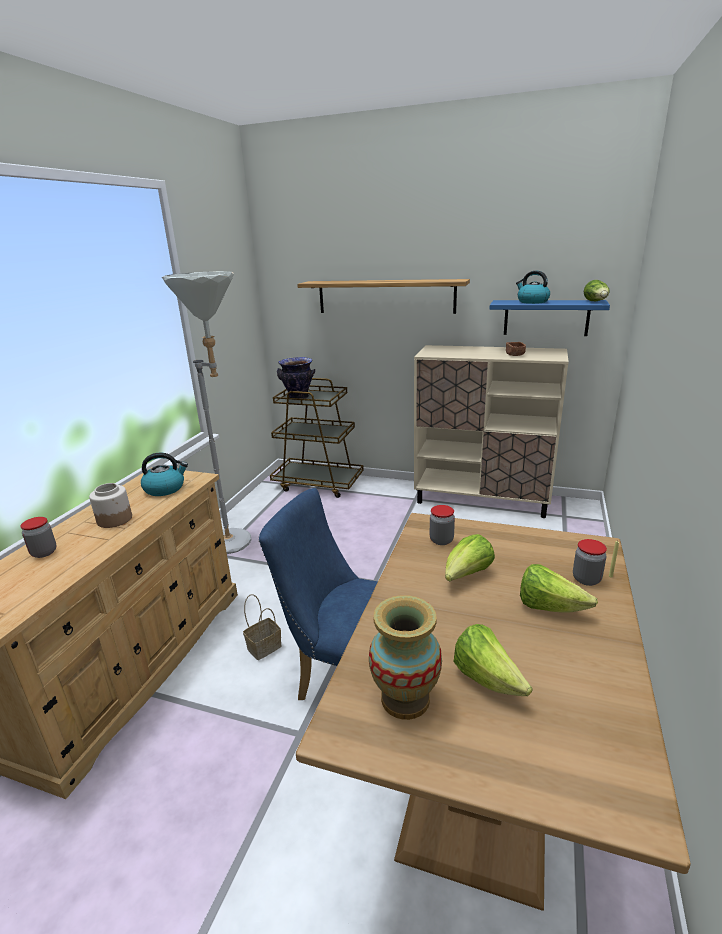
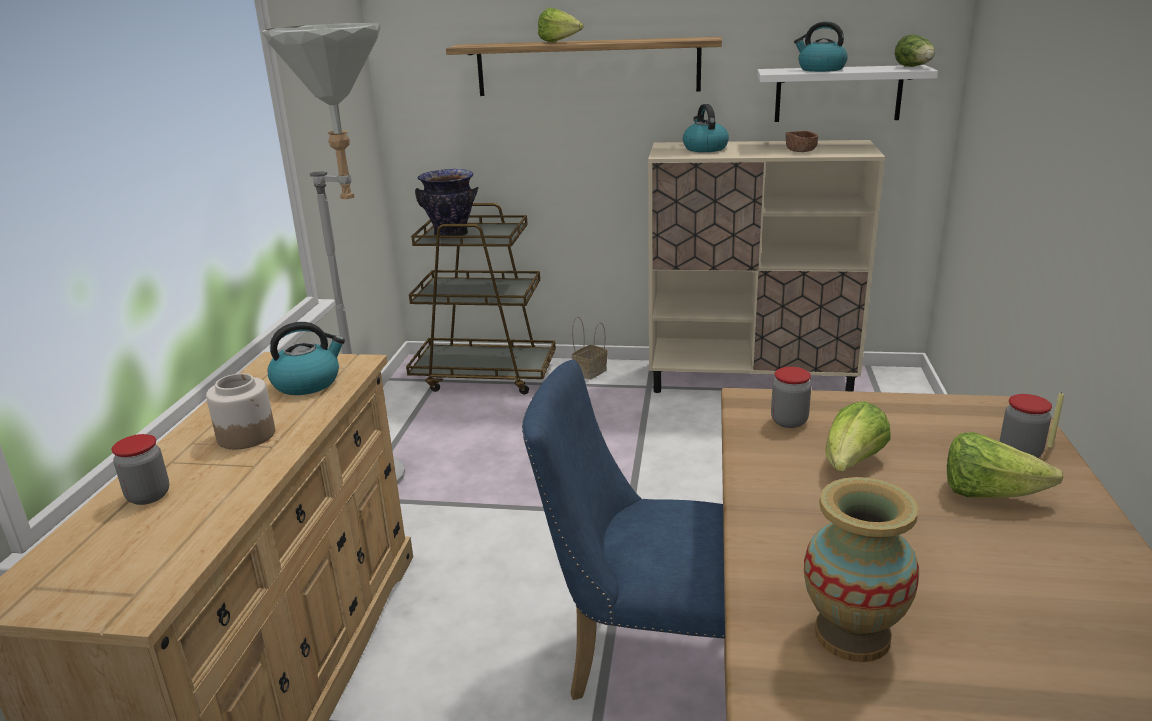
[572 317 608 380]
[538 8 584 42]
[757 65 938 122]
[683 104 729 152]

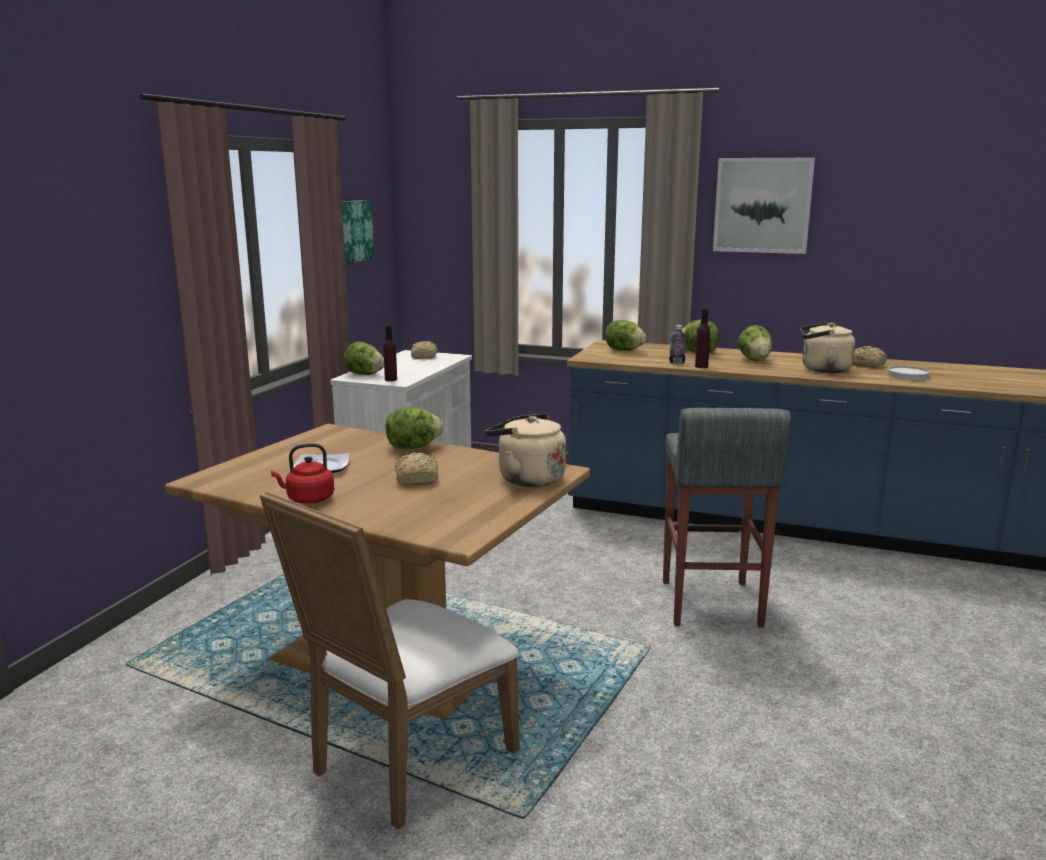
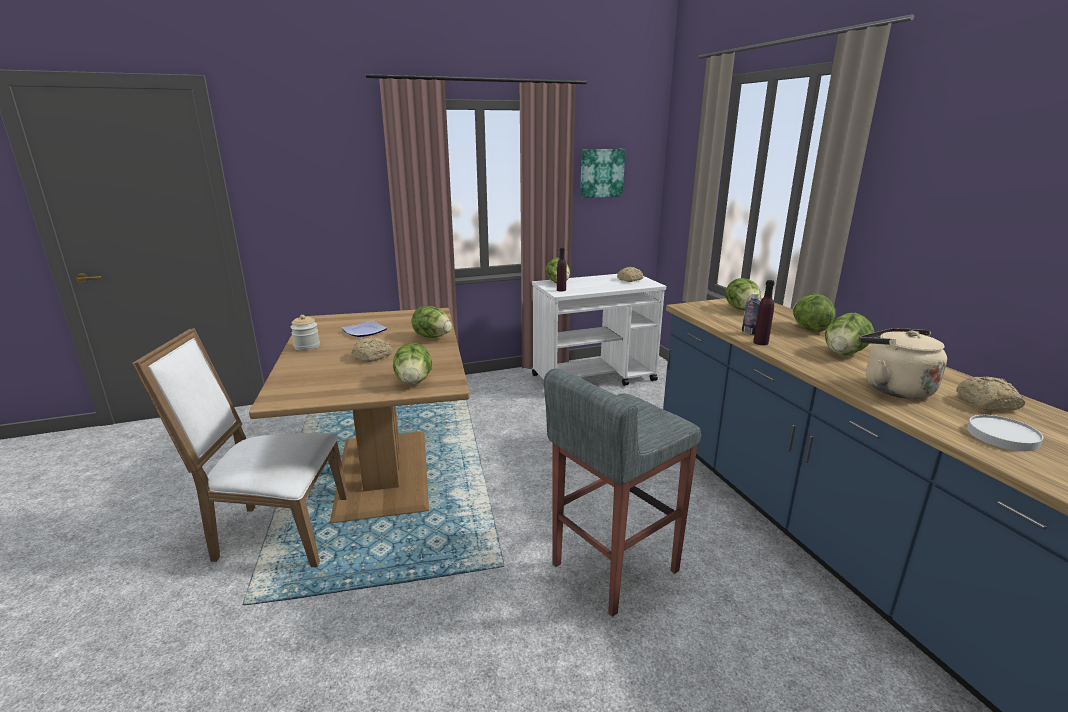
[291 315 320 351]
[393 343 432 384]
[713 158 815 254] (first image)

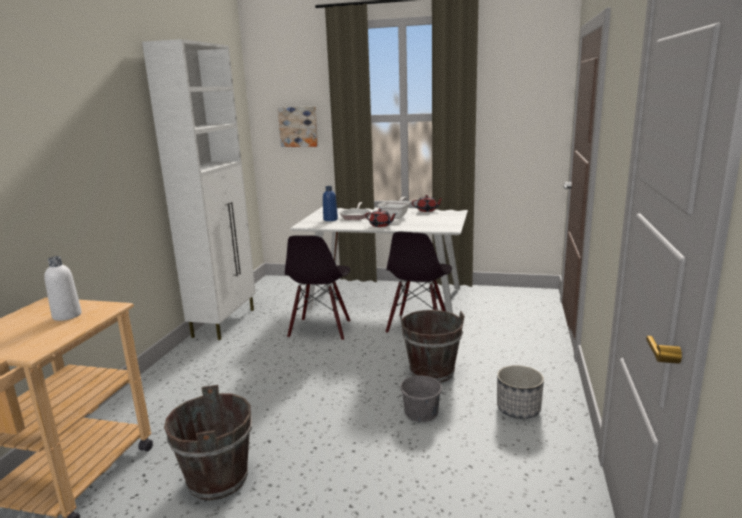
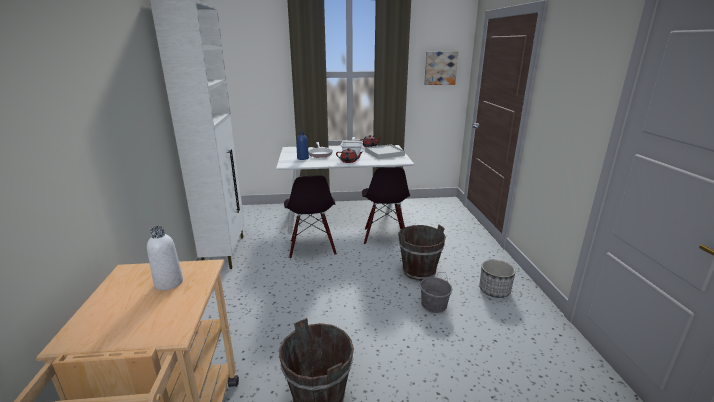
[424 52 458 85]
[365 144 405 159]

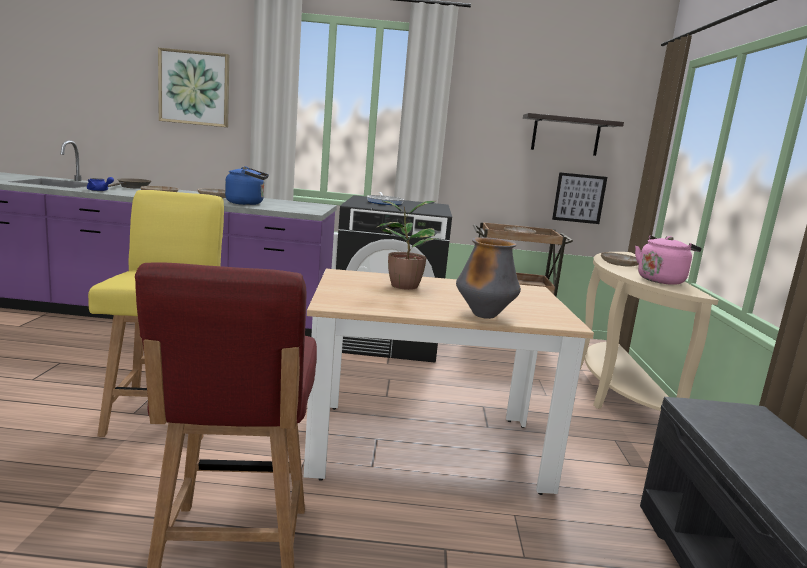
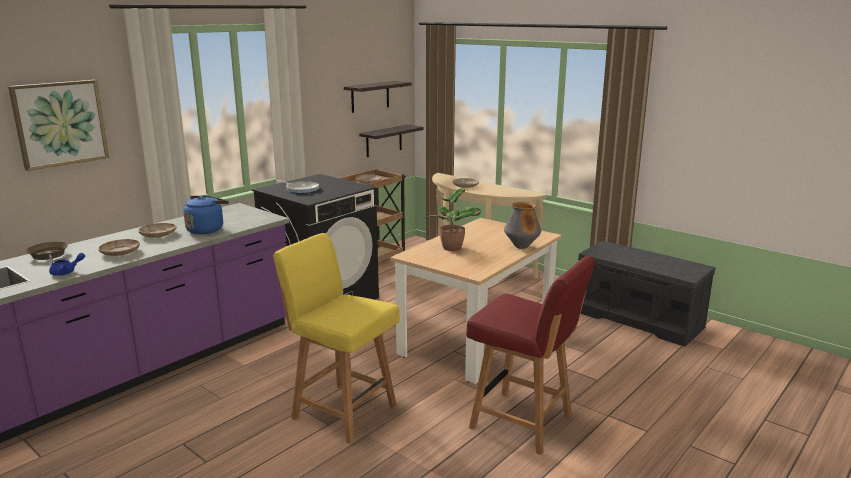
[359 125 424 157]
[635 235 702 285] (first image)

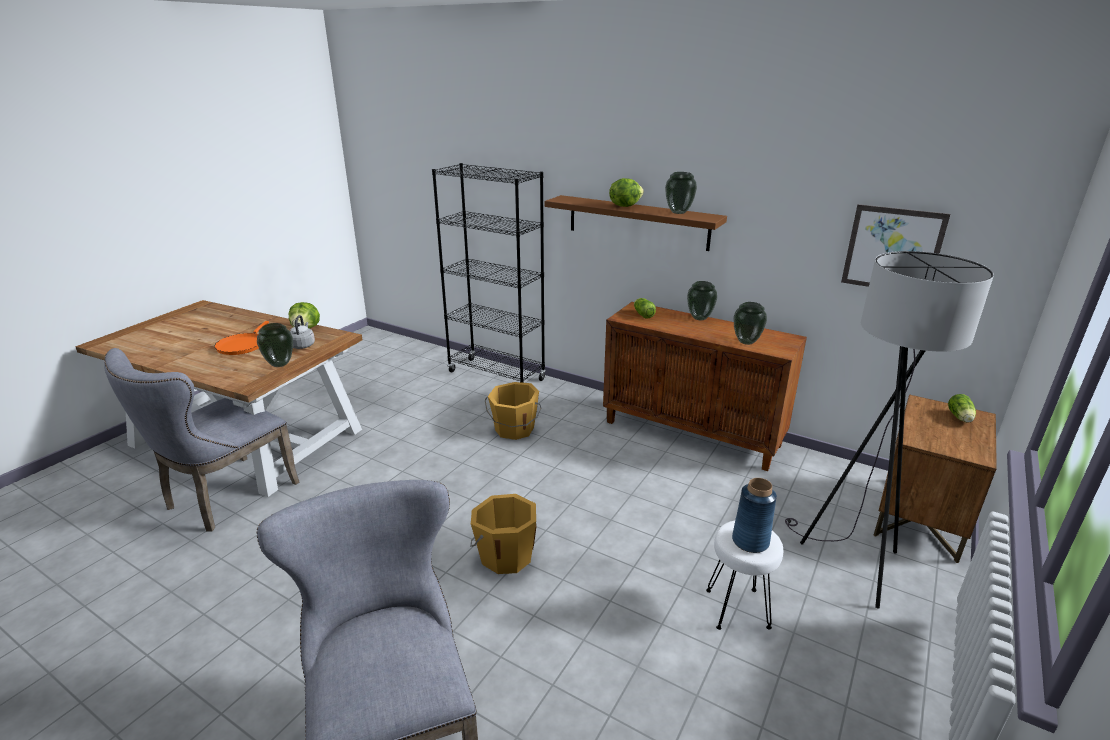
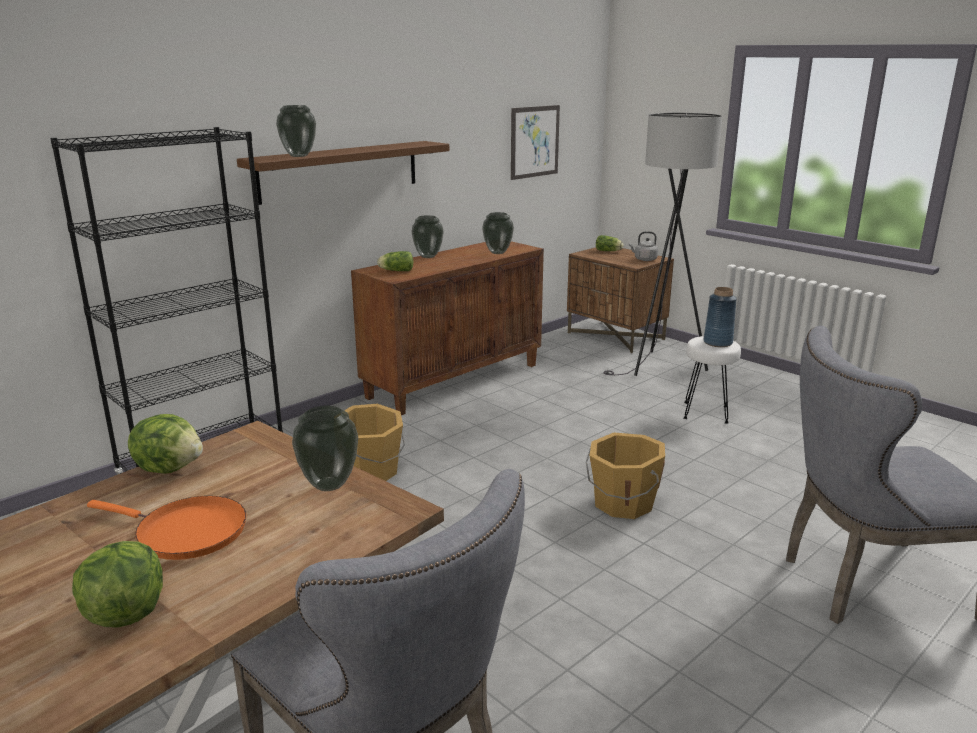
[629 232 658 261]
[72 541 163 628]
[276 105 316 157]

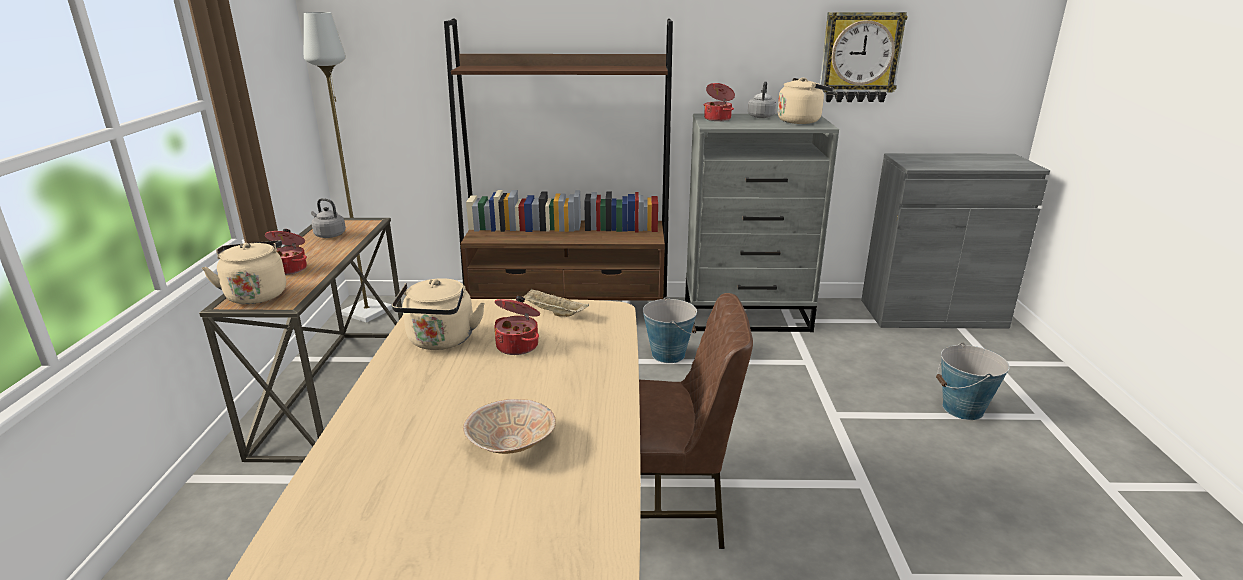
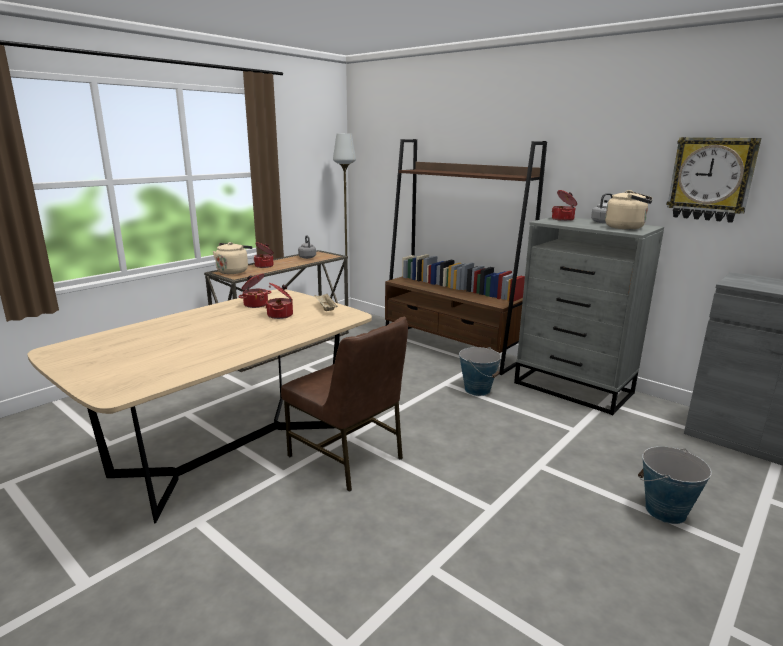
[238 274 271 308]
[463 399 556 454] (first image)

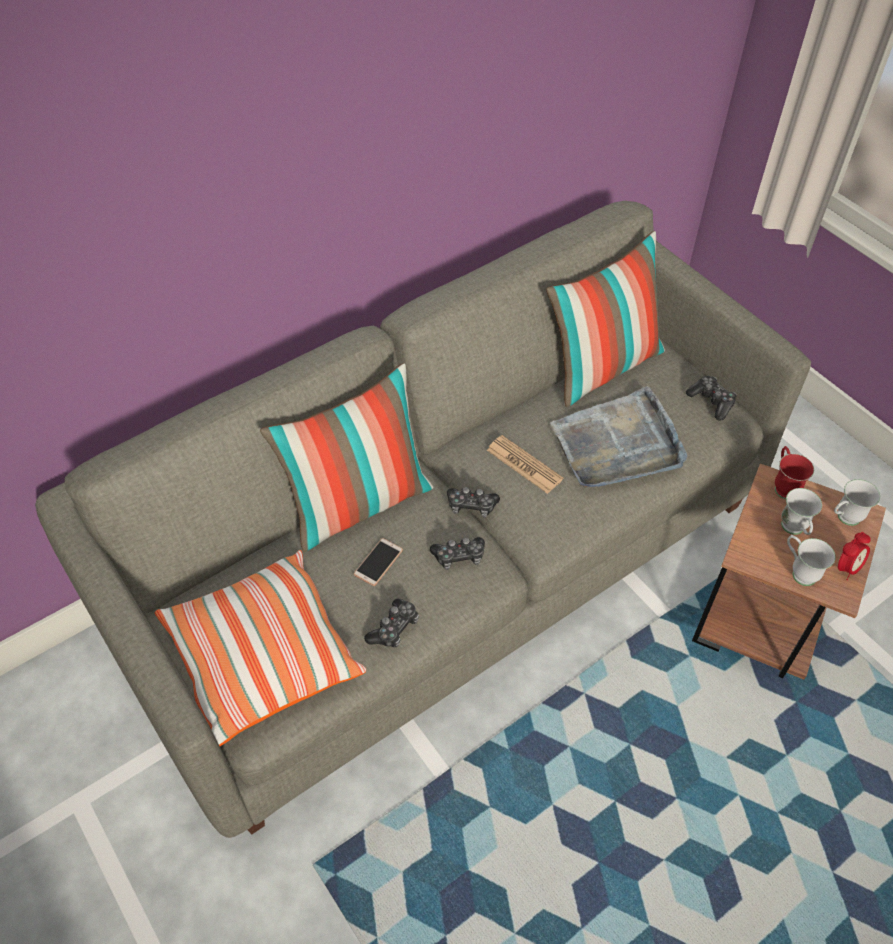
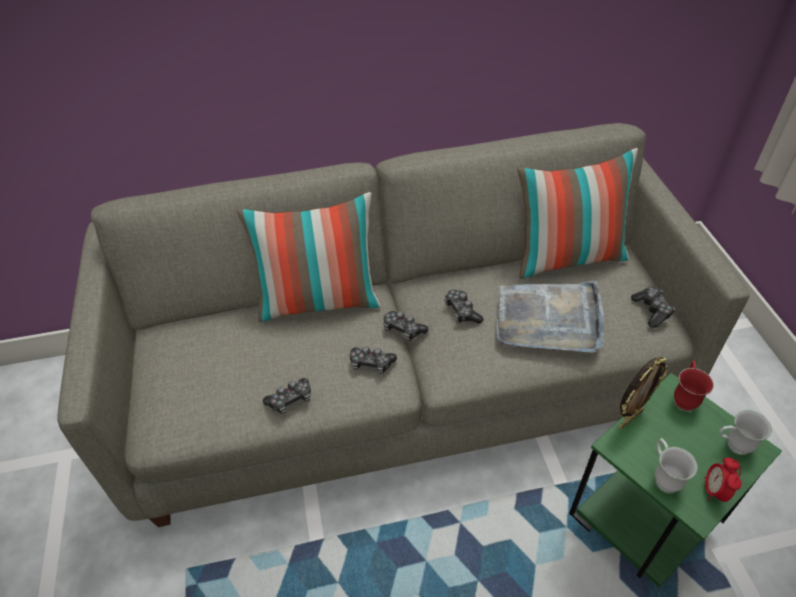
[155 550 366 746] (first image)
[354 538 403 586] (first image)
[444 290 484 324]
[569 373 782 587]
[781 488 822 535] (first image)
[705 457 742 502]
[619 357 667 429]

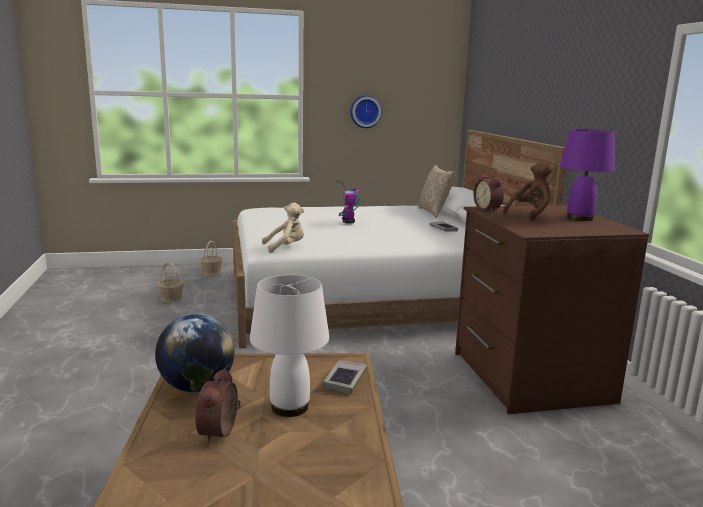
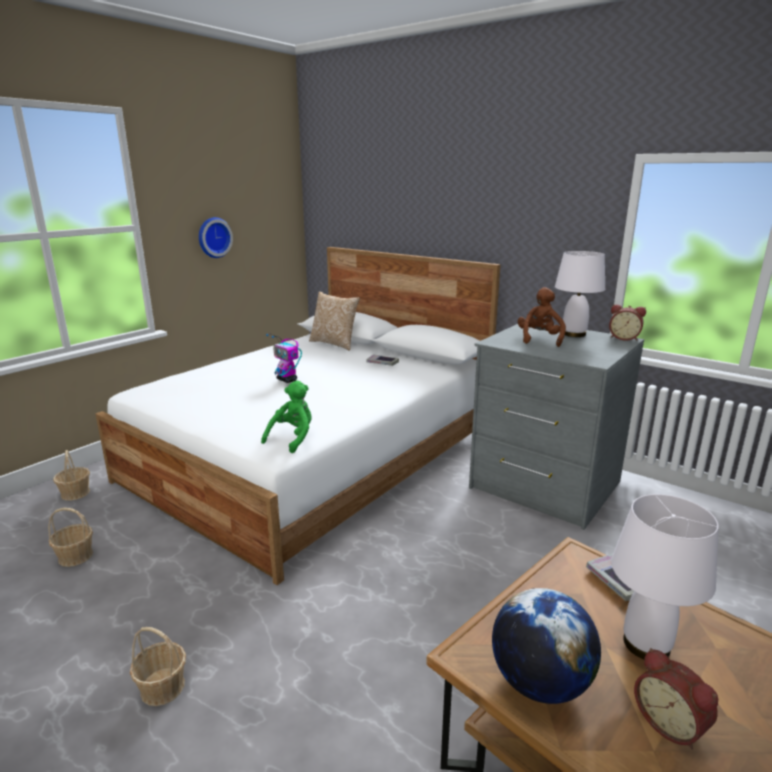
[261 381 312 453]
[469 324 644 530]
[609 304 646 341]
[555 251 605 337]
[130 627 186 706]

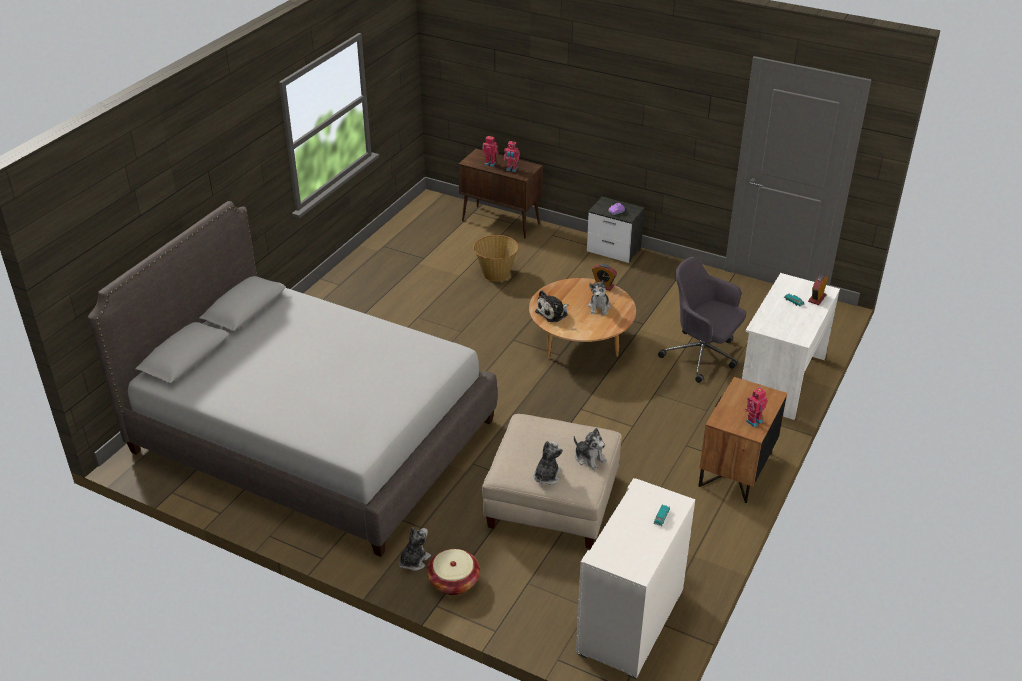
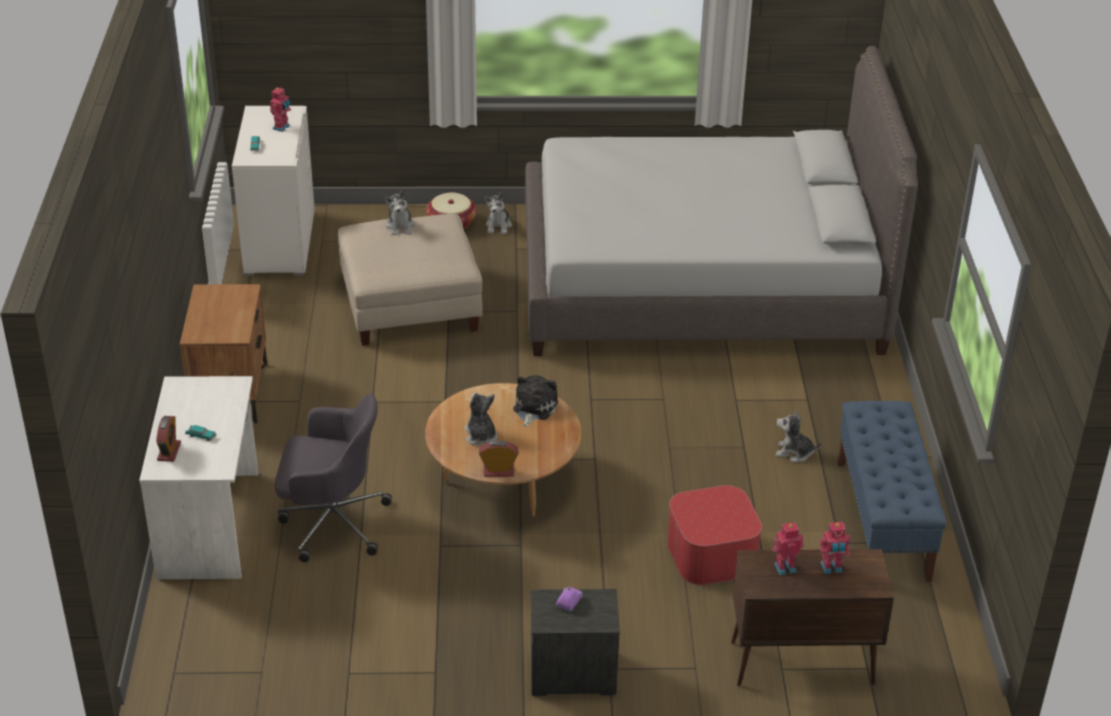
[667 485 762 585]
[776 409 822 462]
[270 86 291 132]
[837 401 947 582]

